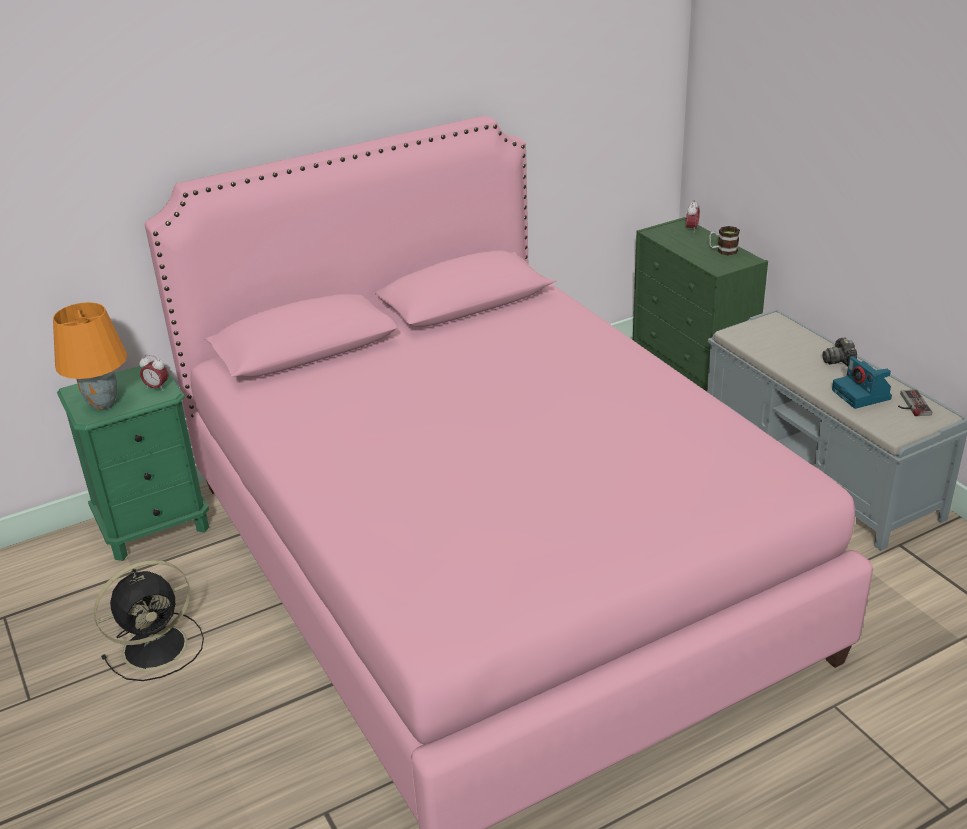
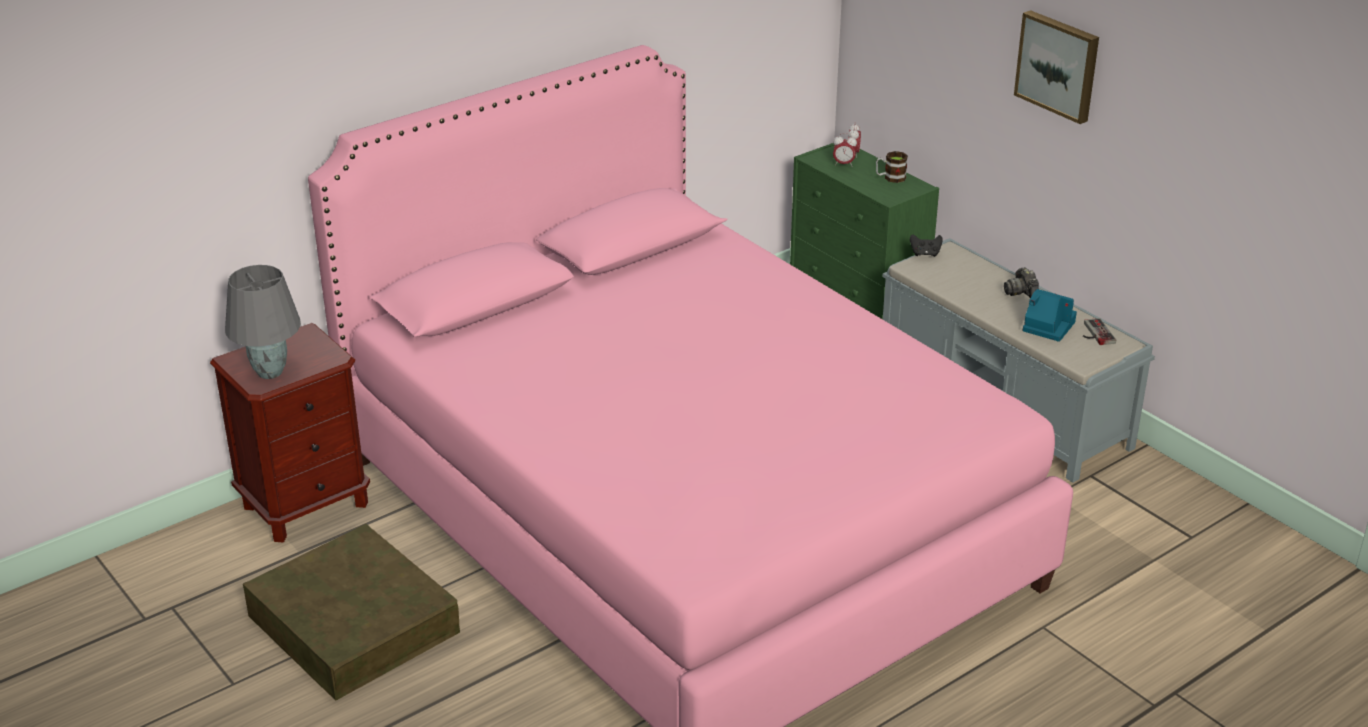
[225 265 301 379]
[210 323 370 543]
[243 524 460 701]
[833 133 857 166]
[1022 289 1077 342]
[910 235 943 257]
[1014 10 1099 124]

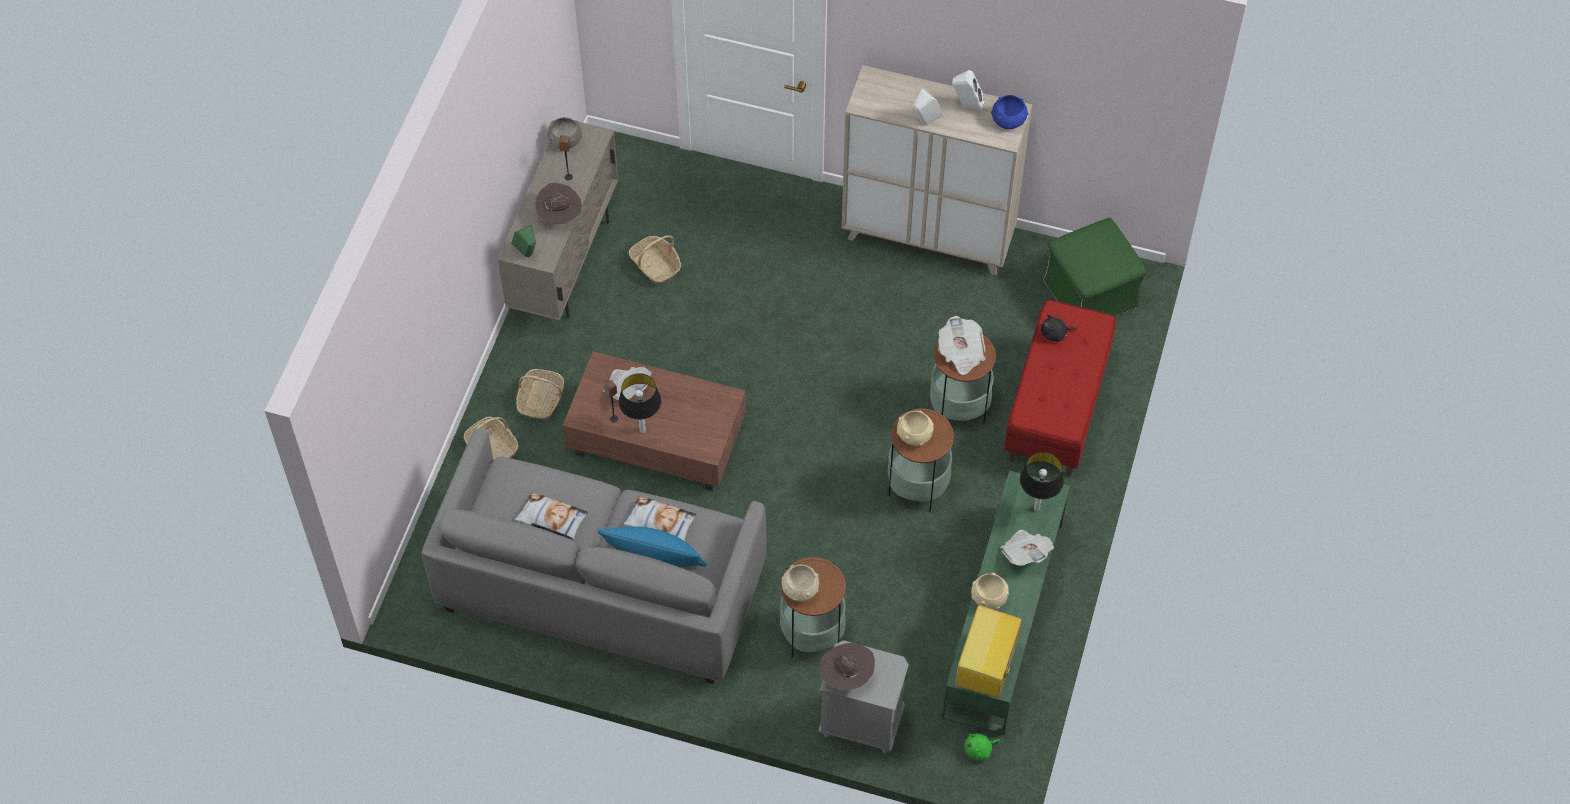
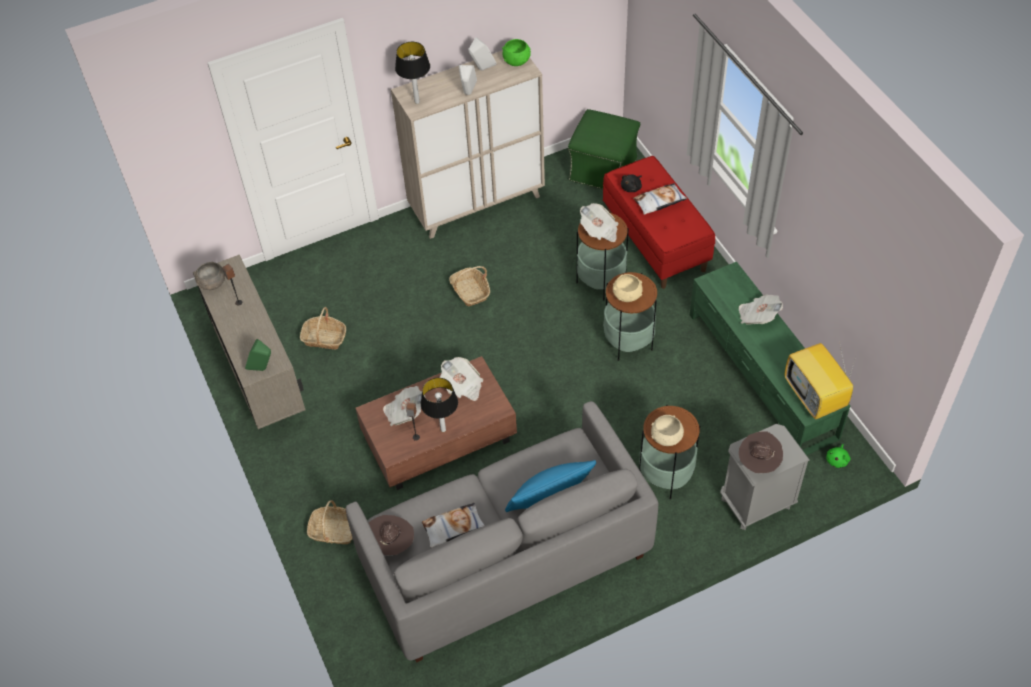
[449 266 490 307]
[369 515 414 555]
[633 183 688 215]
[971 573 1009 609] (first image)
[502 39 531 66]
[395 42 430 104]
[440 357 483 401]

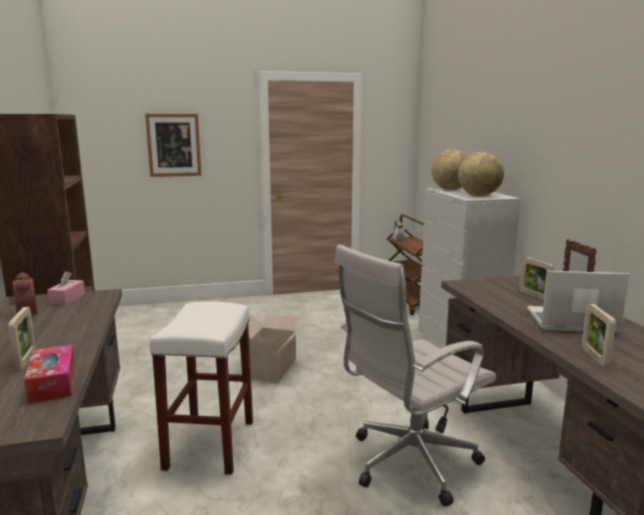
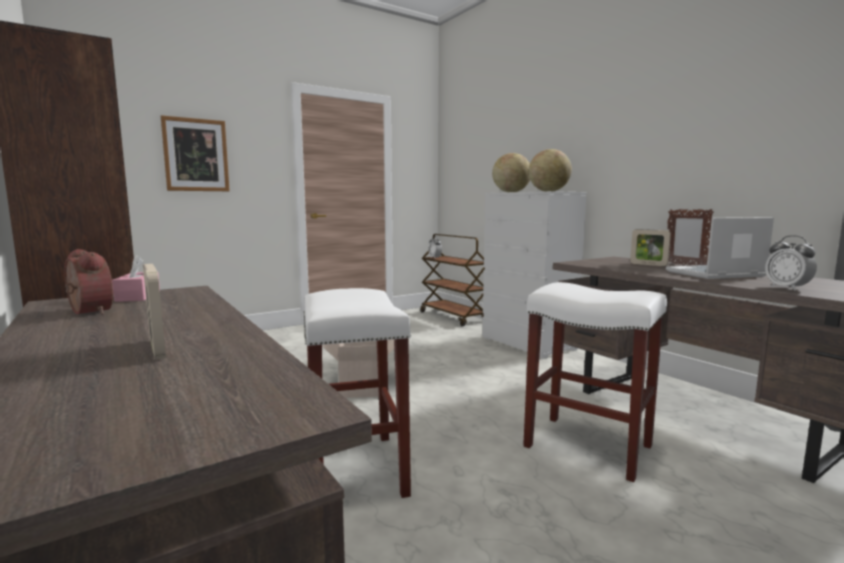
[24 345 75 404] (first image)
[523 282 667 482]
[765 235 817 291]

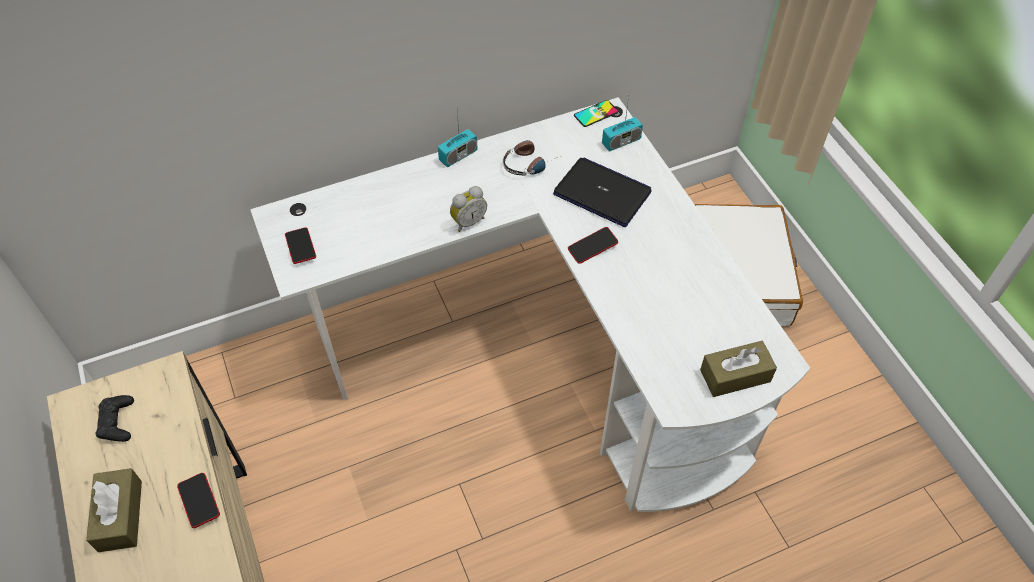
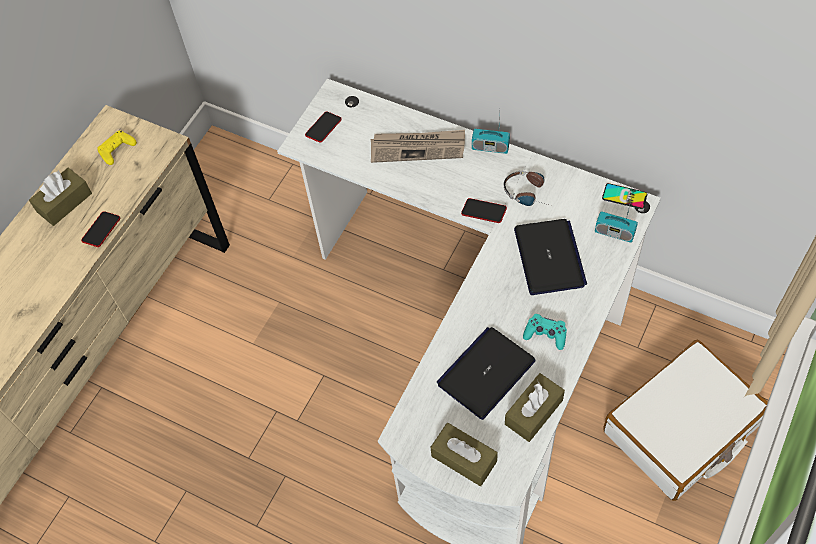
[98 130 137 165]
[450 186 487 232] (first image)
[461 198 507 223]
[371 130 465 163]
[437 327 536 420]
[505 373 565 442]
[523 314 567 350]

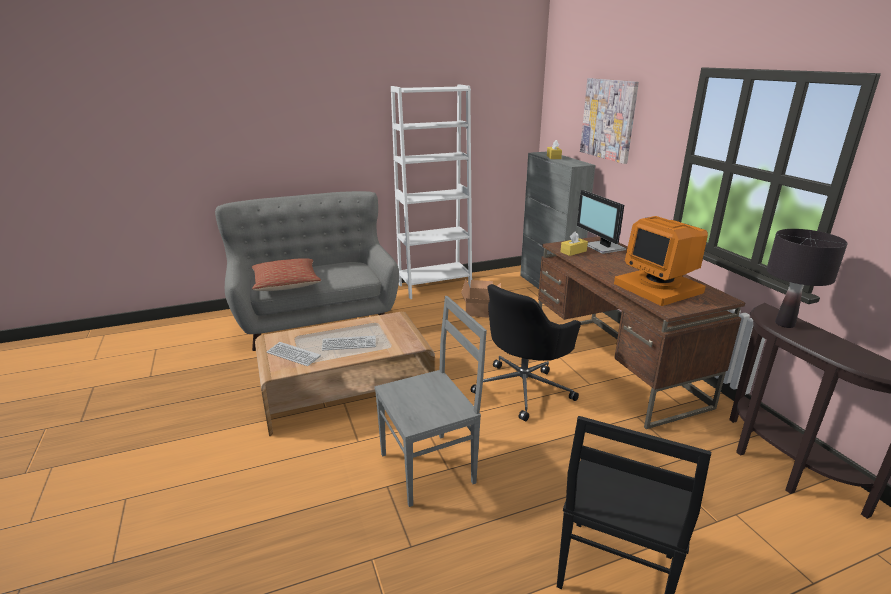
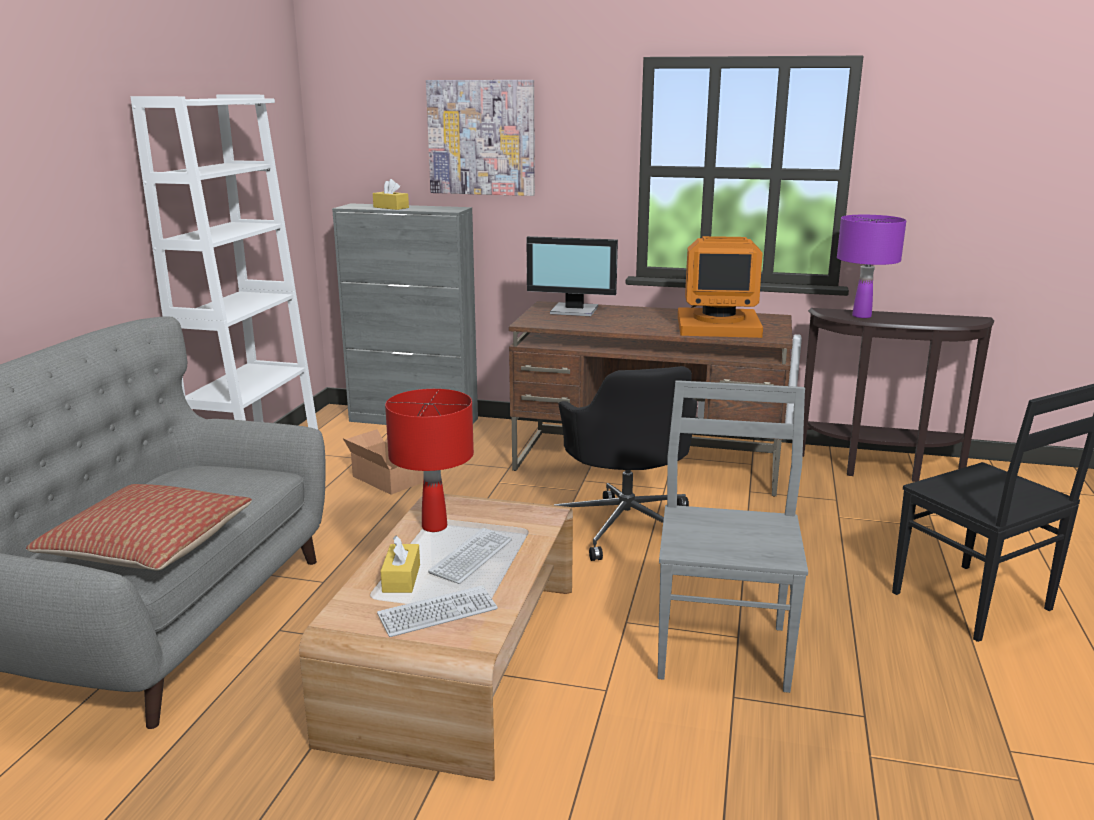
[381 535 420 593]
[837 215 906 318]
[385 389 474 532]

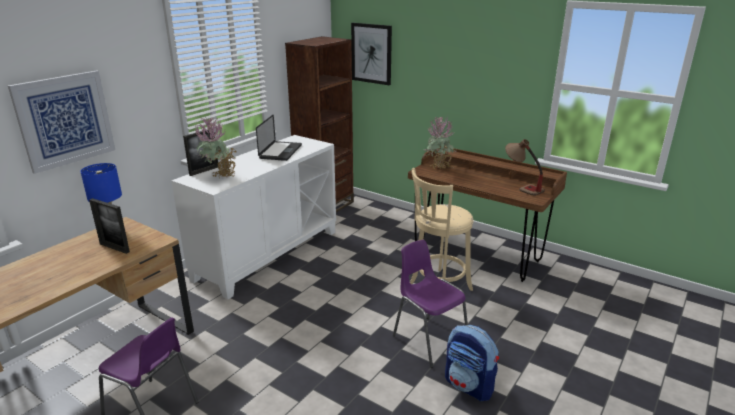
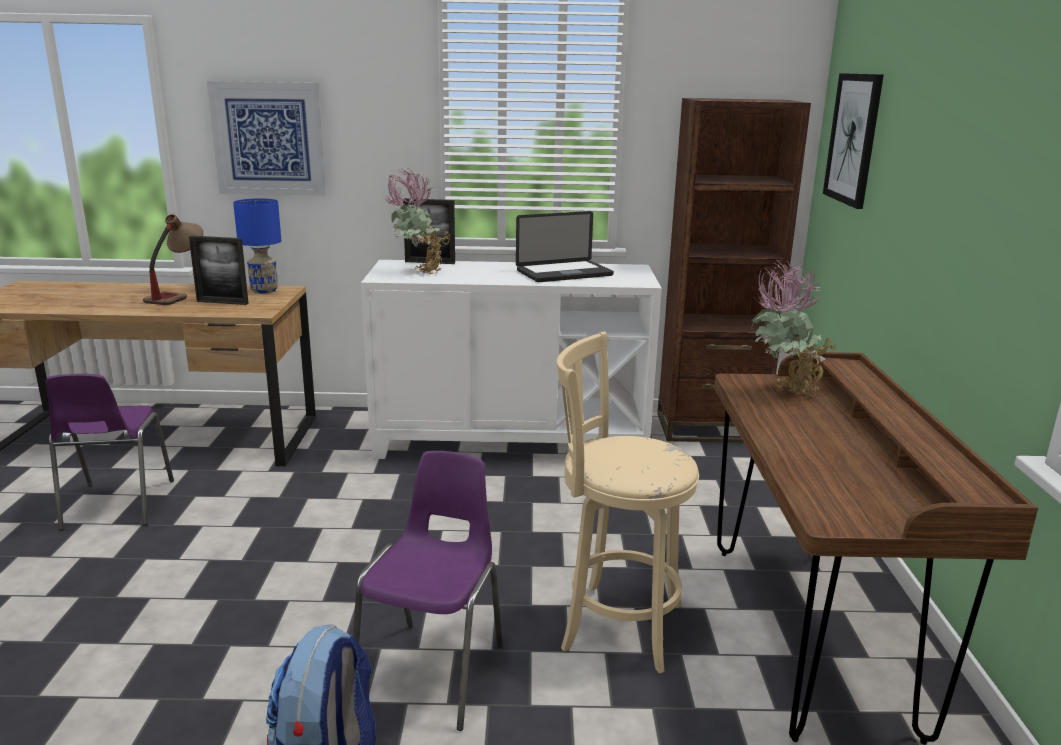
[189 236 249 305]
[143 214 203 305]

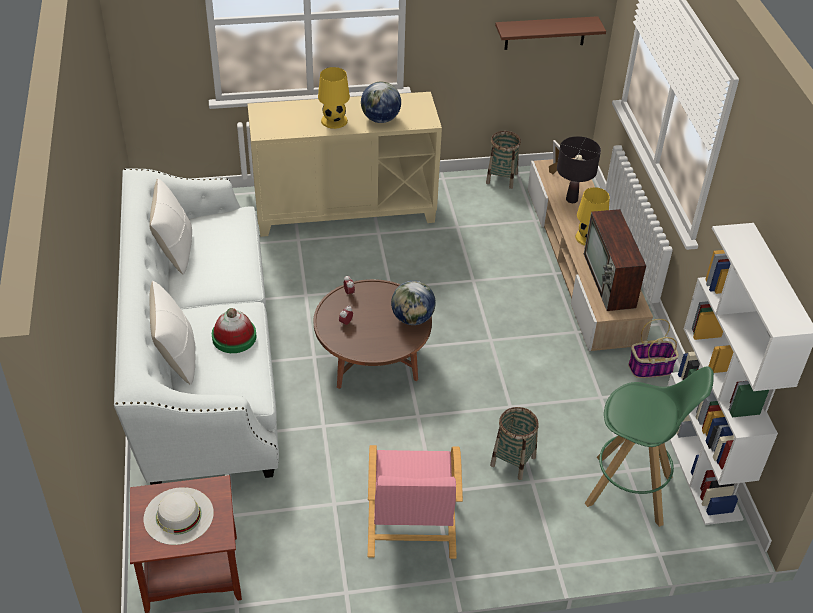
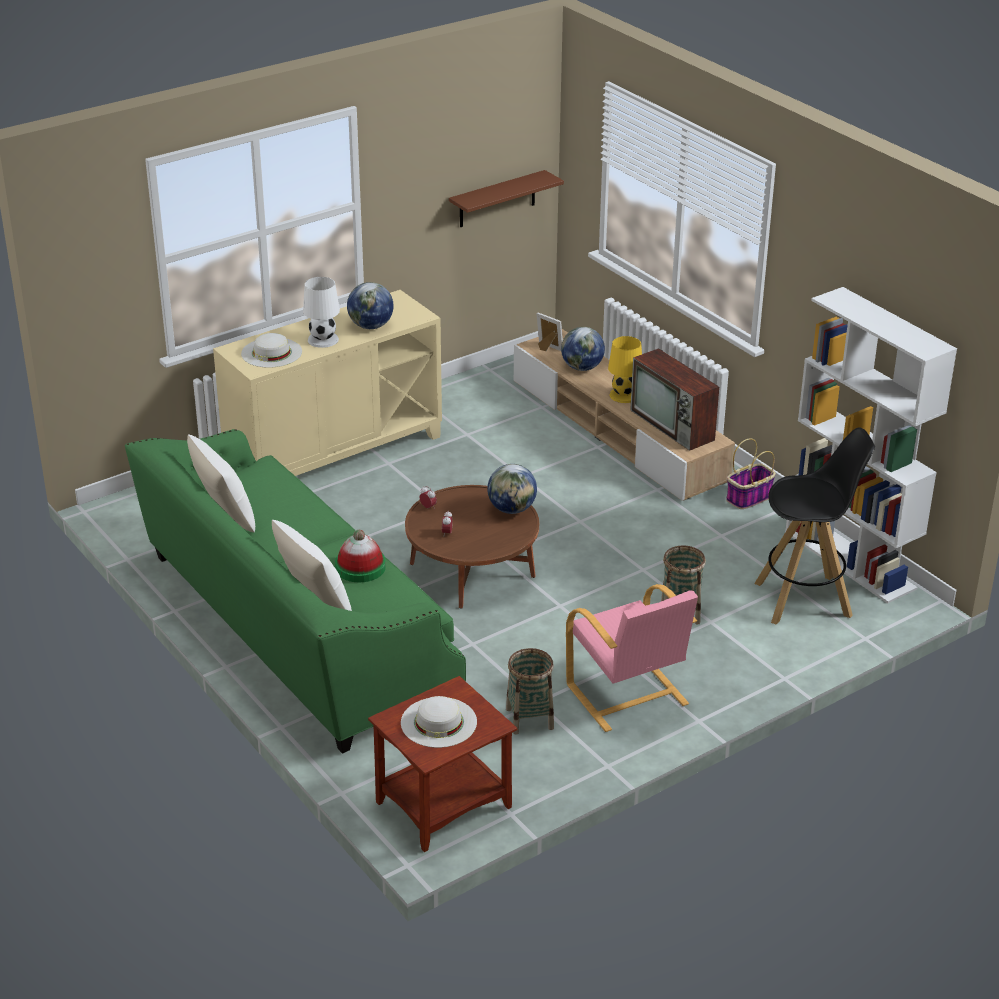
[125 429 466 754]
[303 277 340 348]
[506 648 554 735]
[561 327 605 371]
[754 427 875 625]
[241 333 302 368]

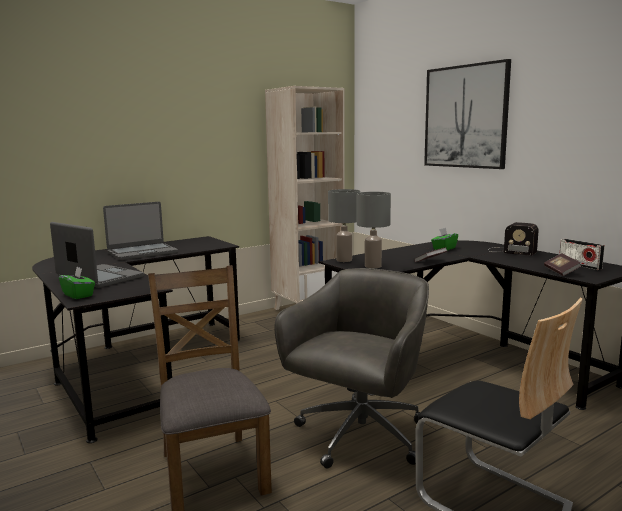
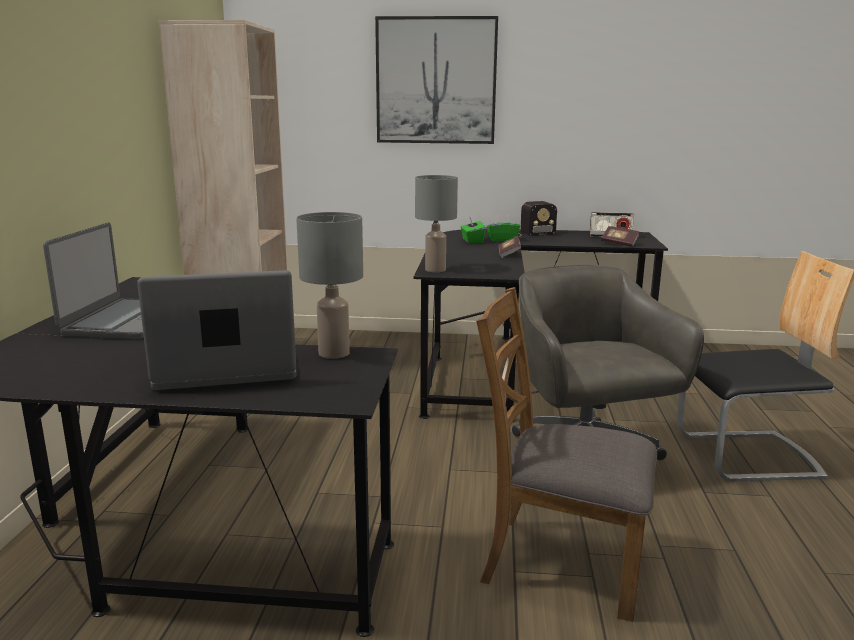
[486 215 520 241]
[296 212 363 359]

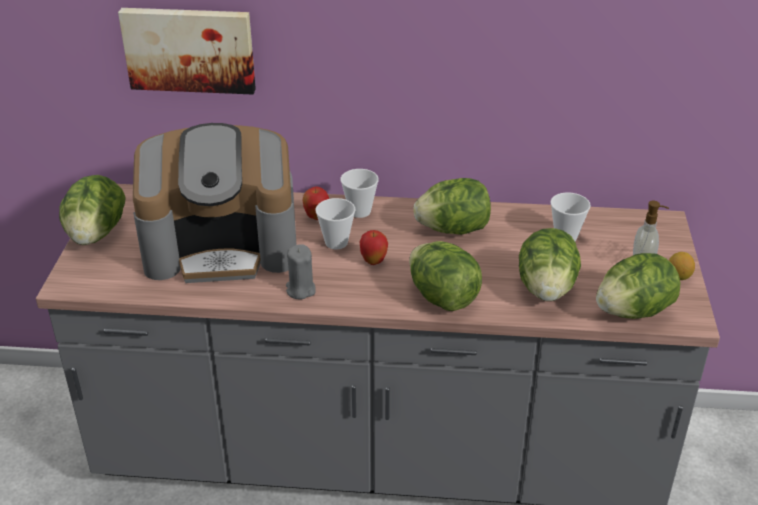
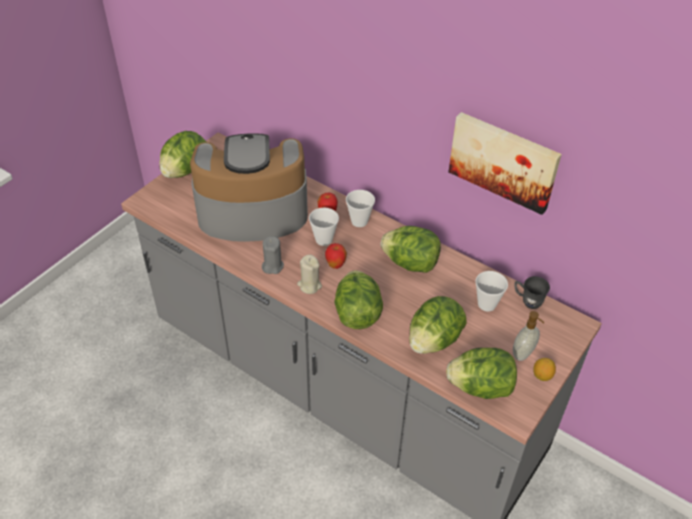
[448 112 562 215]
[190 133 308 242]
[297 255 322 294]
[514 276 550 309]

